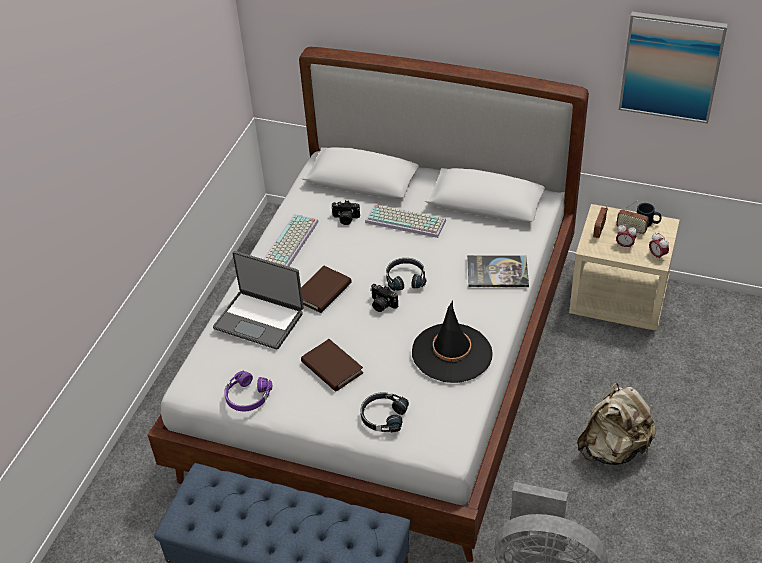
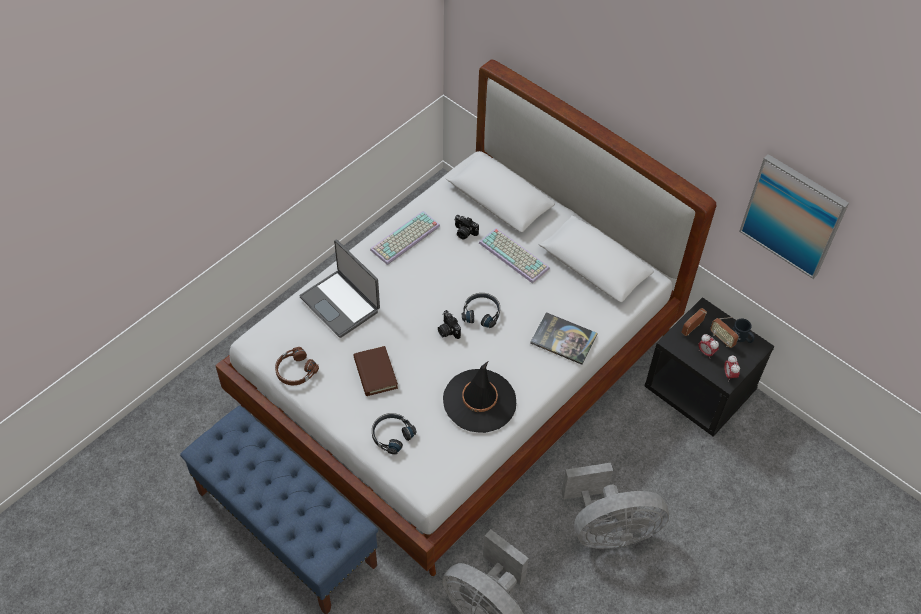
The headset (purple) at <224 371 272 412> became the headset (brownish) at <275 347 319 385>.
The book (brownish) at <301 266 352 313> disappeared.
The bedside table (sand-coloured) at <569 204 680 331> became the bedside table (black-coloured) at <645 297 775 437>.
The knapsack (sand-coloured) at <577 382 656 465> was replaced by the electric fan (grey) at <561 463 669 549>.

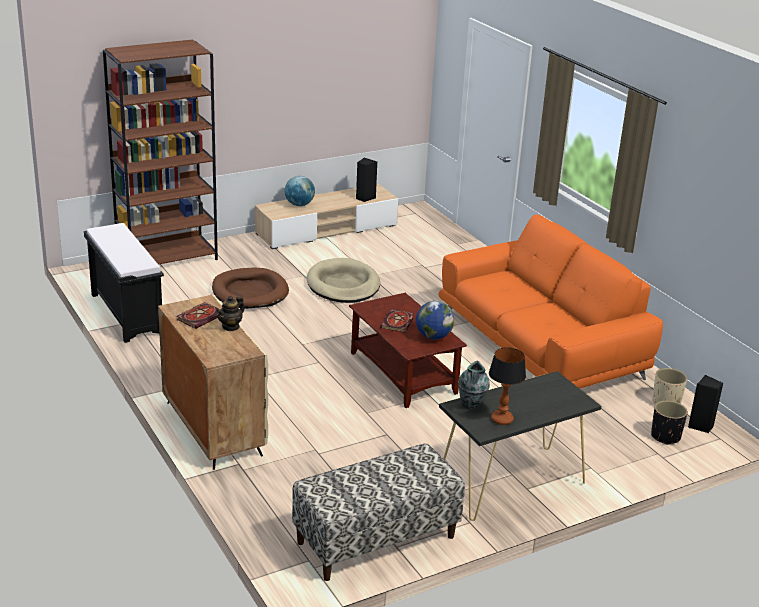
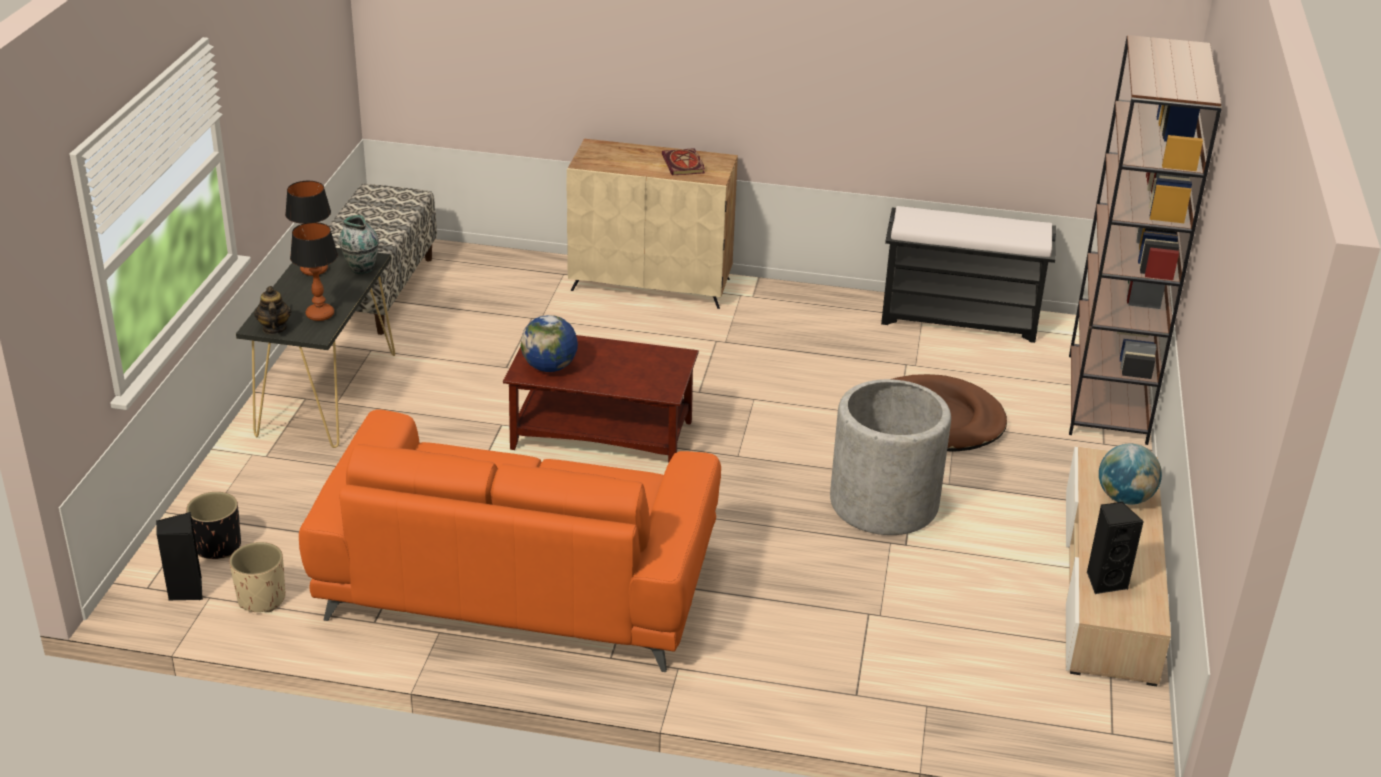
The pot for tea moved from <216 296 244 331> to <254 286 291 334>.
The dog bed (sand-coloured) at <307 258 380 303> was replaced by the plant pot (grey) at <830 379 951 535>.
The book at <380 309 414 333> disappeared.
The table lamp at <290 222 338 321> appeared.

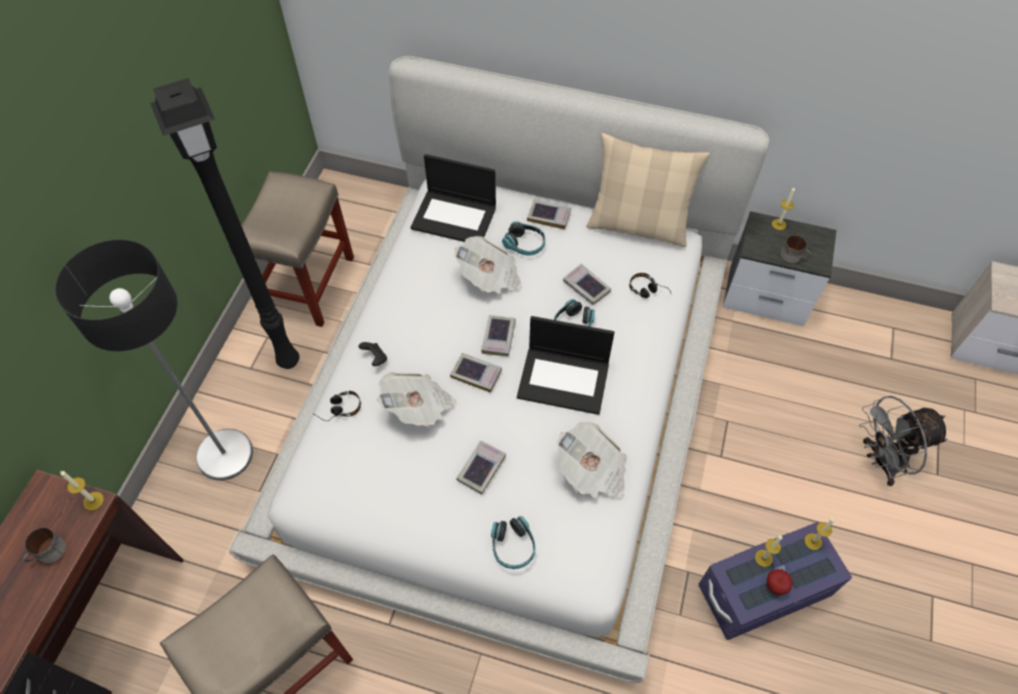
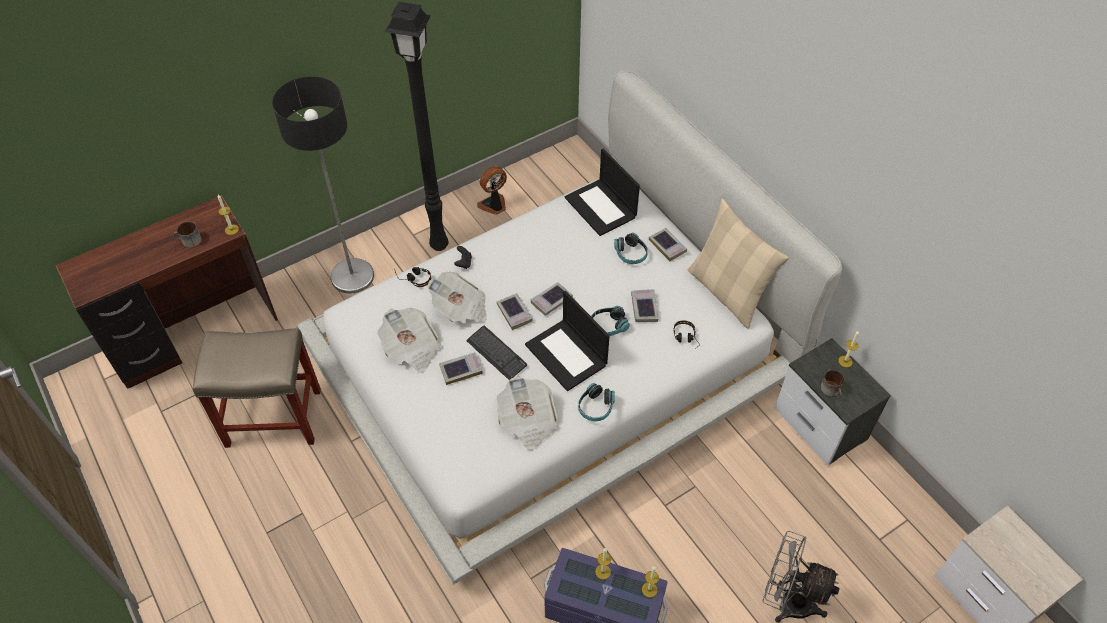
The sitting stool (sand-coloured) at <229 171 354 327> was replaced by the electric fan at <477 166 507 215>.
The daily paper moved from <455 236 522 294> to <377 308 441 373>.
The headset moved from <491 516 535 569> to <578 383 615 421>.
The apple fruit at <767 569 792 595> disappeared.
The keyboard at <466 326 527 380> appeared.

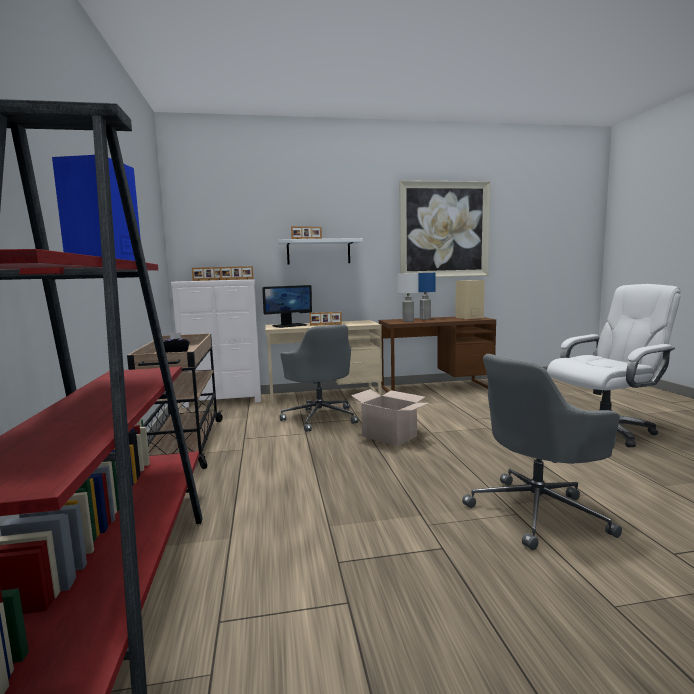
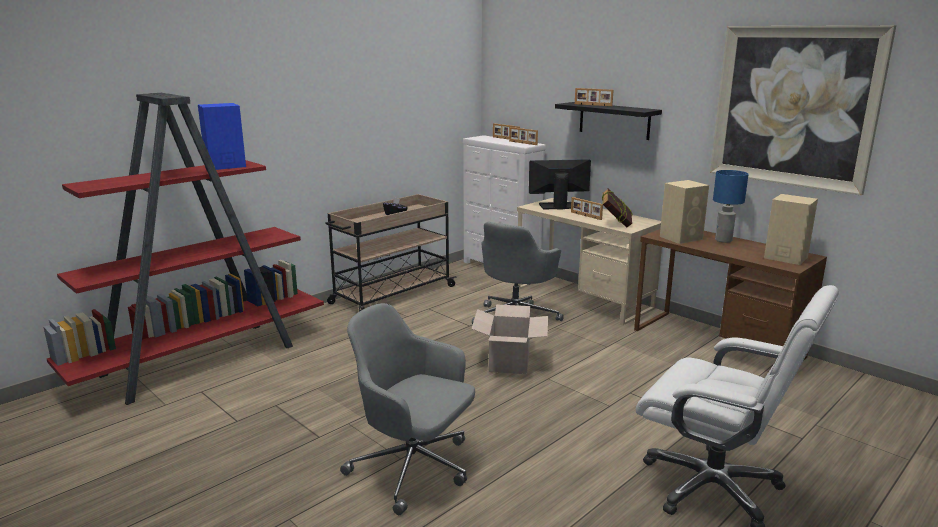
The computer screen at <262 285 312 328> turned 150 degrees clockwise.
The wall shelf (white-coloured) at <278 238 363 265> became the wall shelf (black-coloured) at <555 102 662 140>.
The table lamp (white-coloured) at <398 273 419 322> was replaced by the speaker (sand-coloured) at <660 180 709 244>.
The book at <602 189 632 228> appeared.

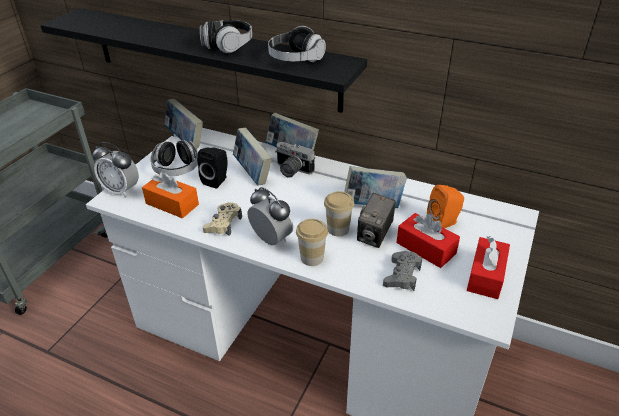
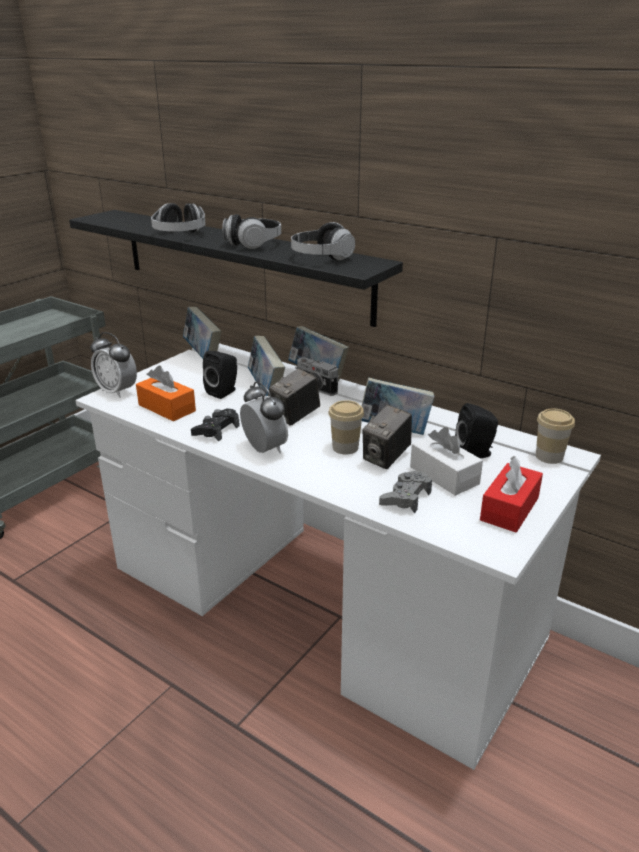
The headset moved from <150 140 198 176> to <151 203 206 233>.
The game controller (sand-coloured) at <203 202 242 236> became the game controller (black-coloured) at <191 408 240 442>.
The cup moved from <296 219 328 266> to <536 409 575 464>.
The tissue box (reddish) at <396 213 460 268> became the tissue box (white-coloured) at <410 427 483 496>.
The speaker (orange-coloured) at <427 185 464 228> became the speaker (black-coloured) at <455 403 498 459>.
The still camera at <269 368 320 426> appeared.

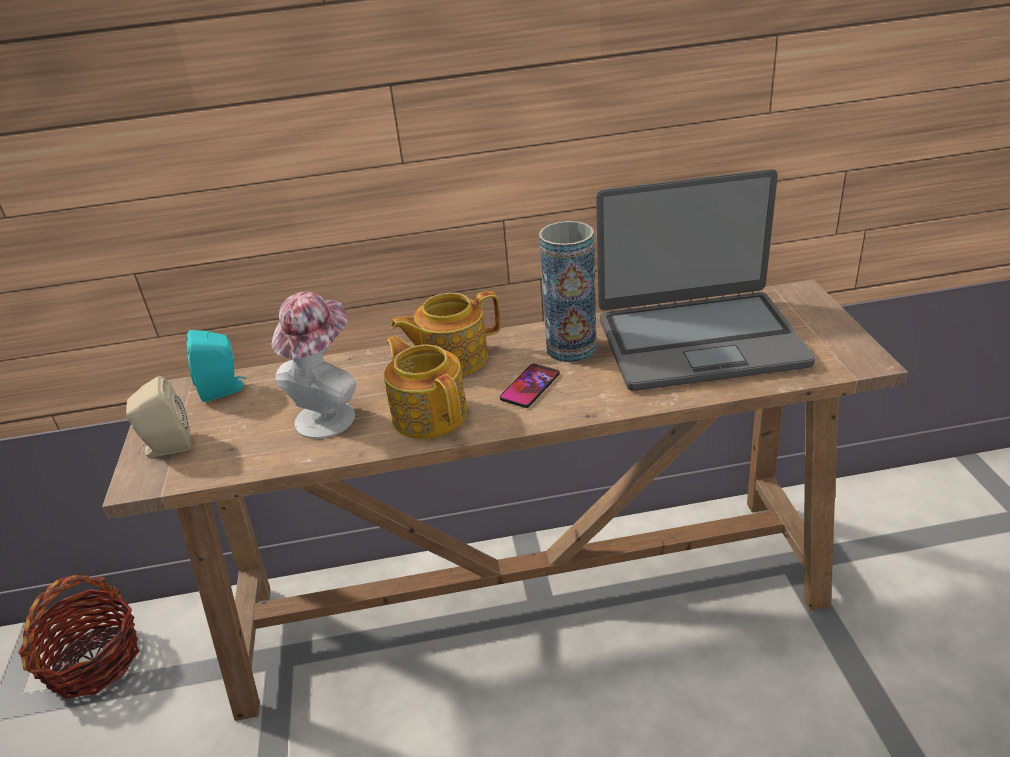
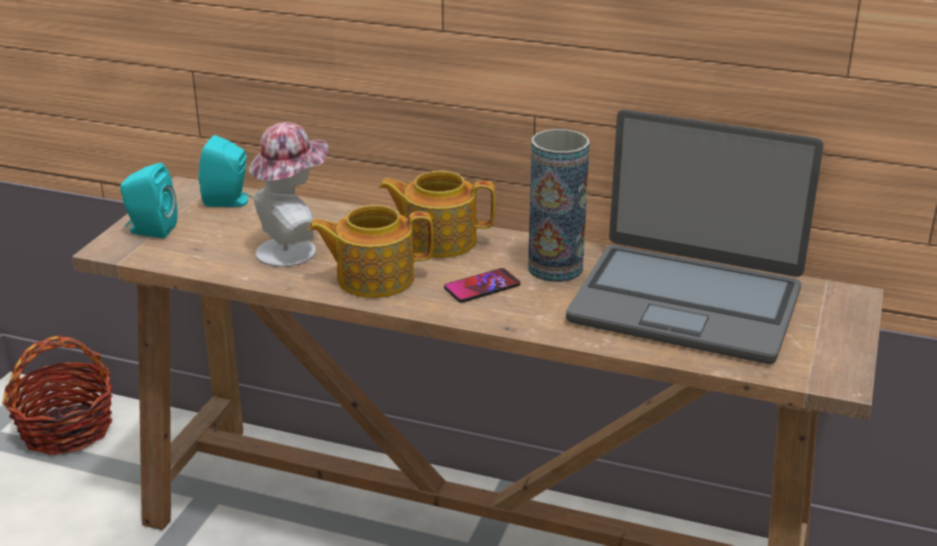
The speaker (sand-coloured) at <126 376 191 457> became the speaker (blue-green) at <120 163 177 238>.
The pot for tea at <384 336 467 439> turned 90 degrees counterclockwise.

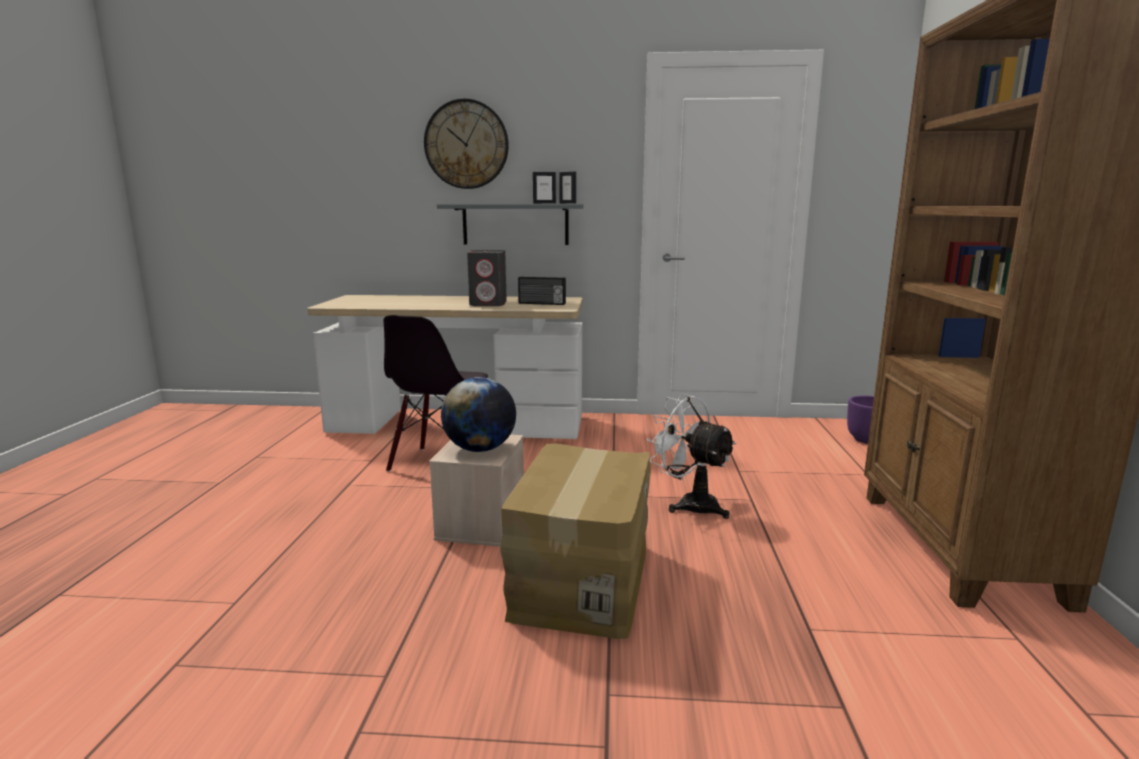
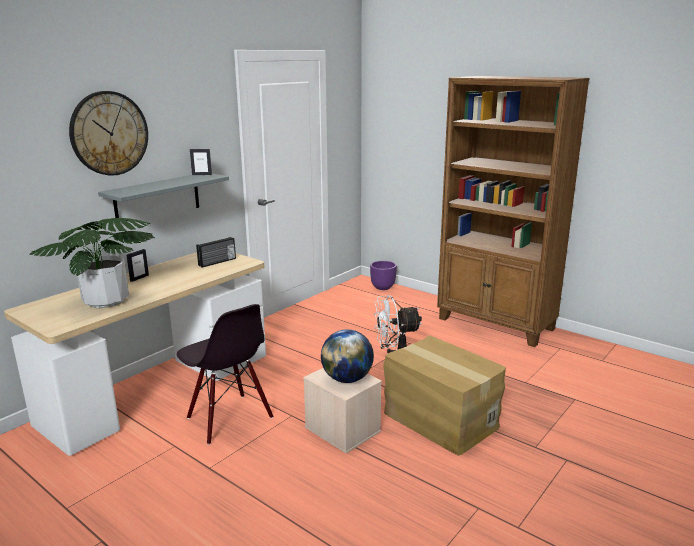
The speaker (grey) at <467 250 507 306> disappeared.
The standing frame moved from <533 172 556 204> to <127 249 149 282>.
The plant in a pot at <29 218 155 308> appeared.

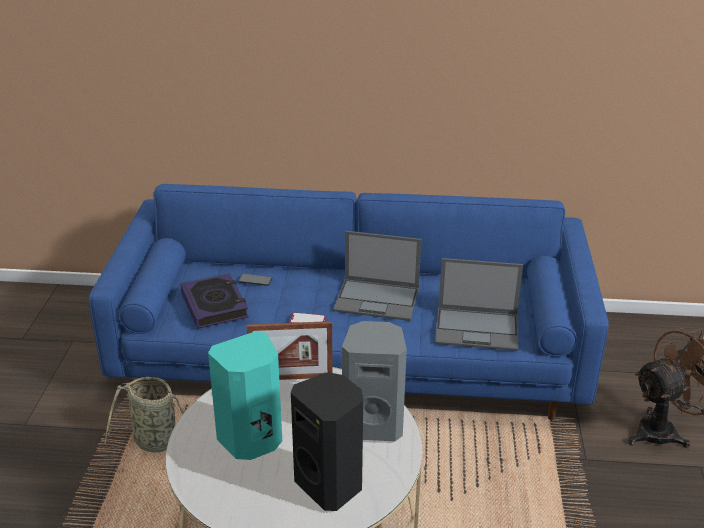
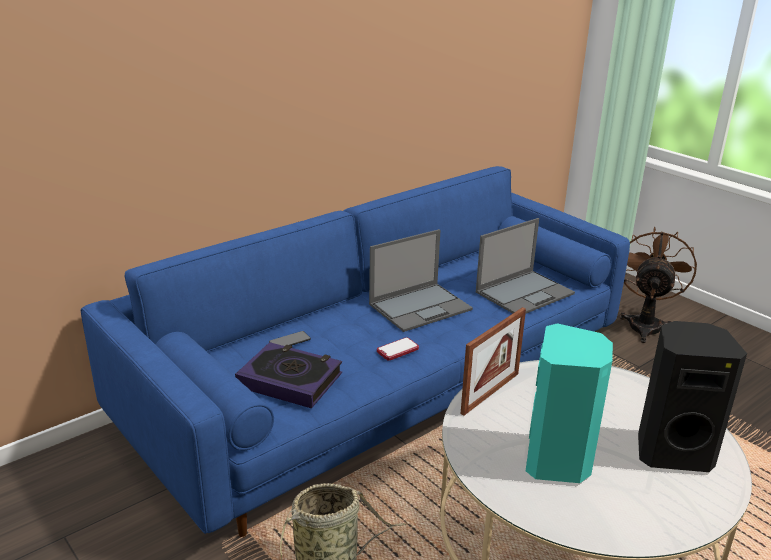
The speaker (grey) at <342 321 407 441> disappeared.

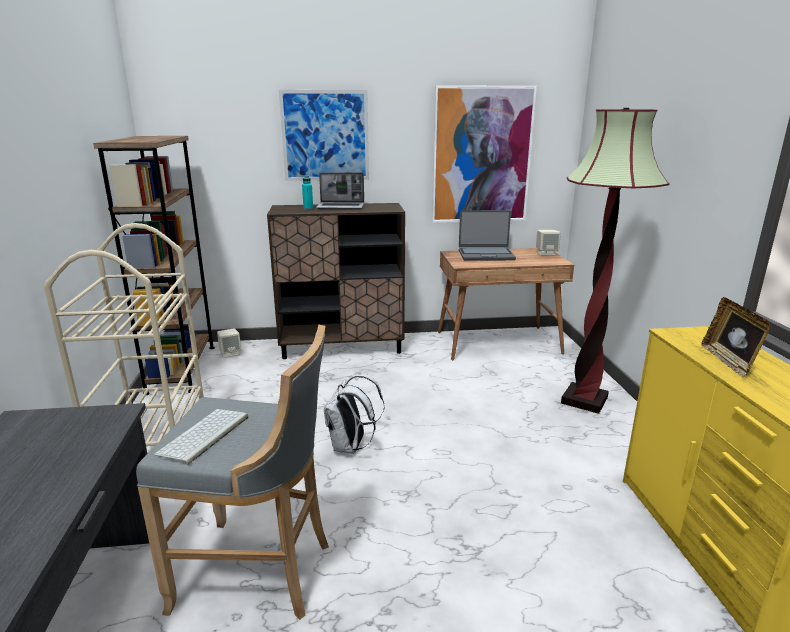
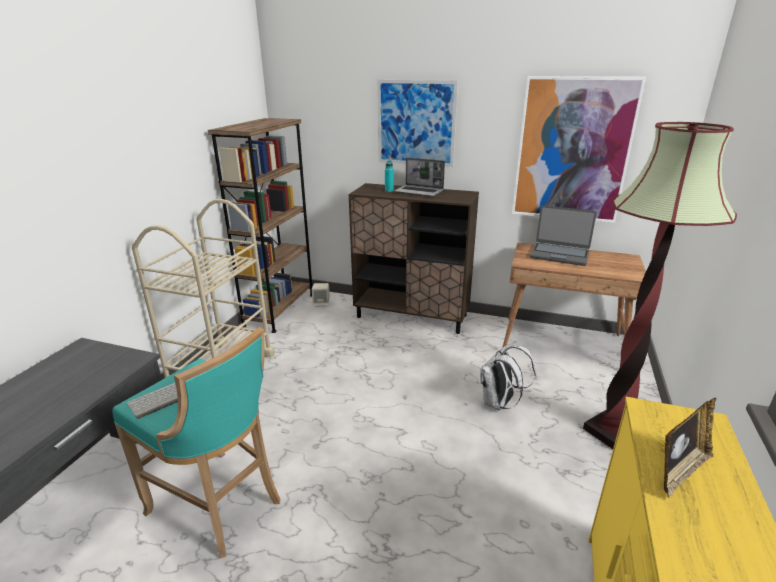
The sitting stool (grey) at <136 324 329 620> became the sitting stool (blue-green) at <112 327 281 558>.
The knapsack (white-coloured) moved from <324 374 384 454> to <480 345 536 410>.
The speaker (sand-coloured) at <536 230 561 256> disappeared.
The standing frame at <701 297 771 378> turned 150 degrees counterclockwise.

